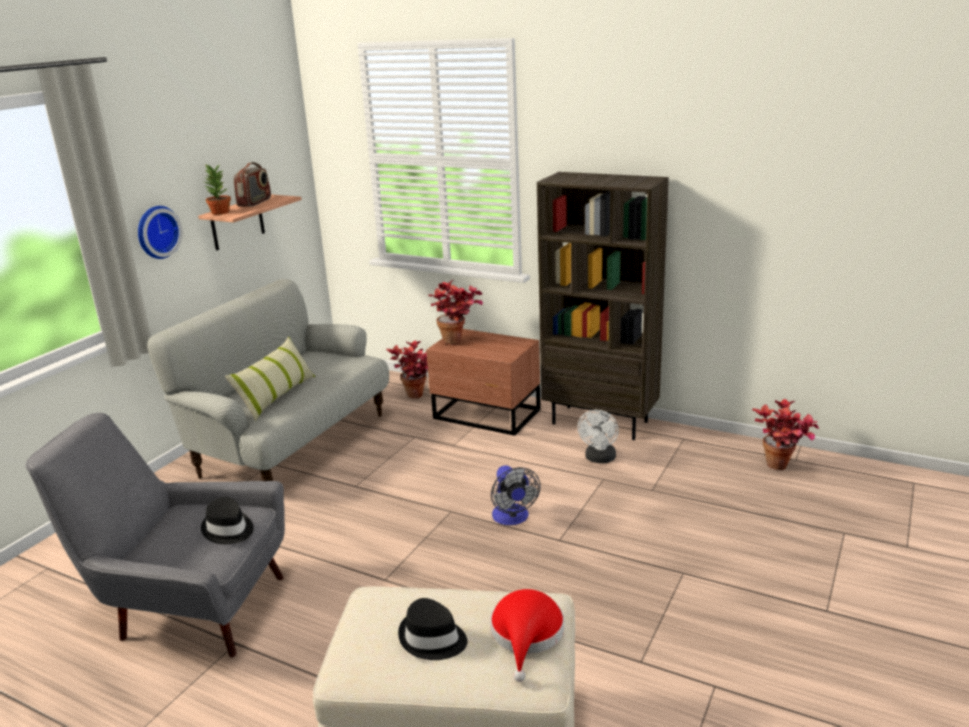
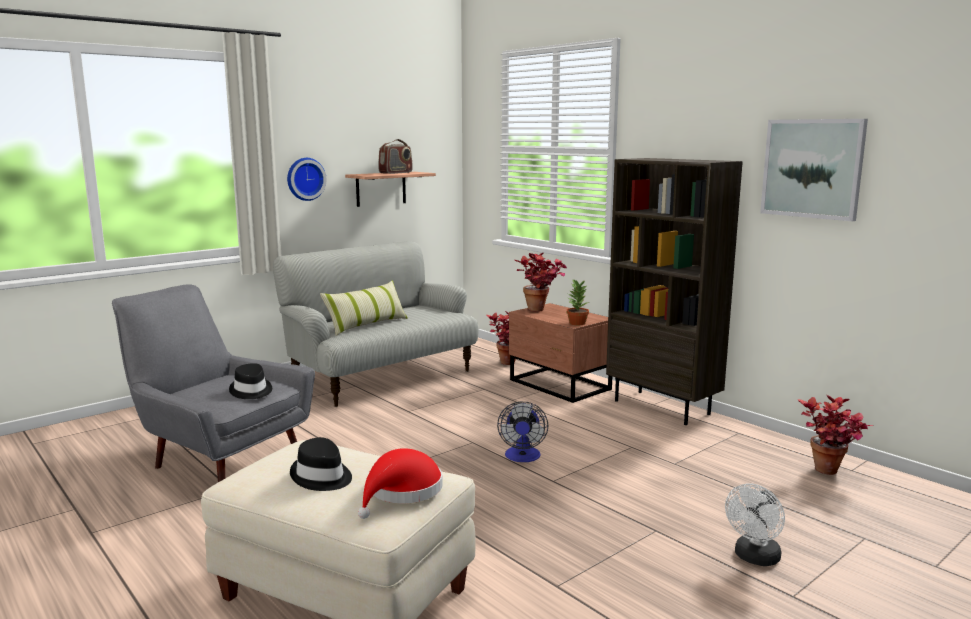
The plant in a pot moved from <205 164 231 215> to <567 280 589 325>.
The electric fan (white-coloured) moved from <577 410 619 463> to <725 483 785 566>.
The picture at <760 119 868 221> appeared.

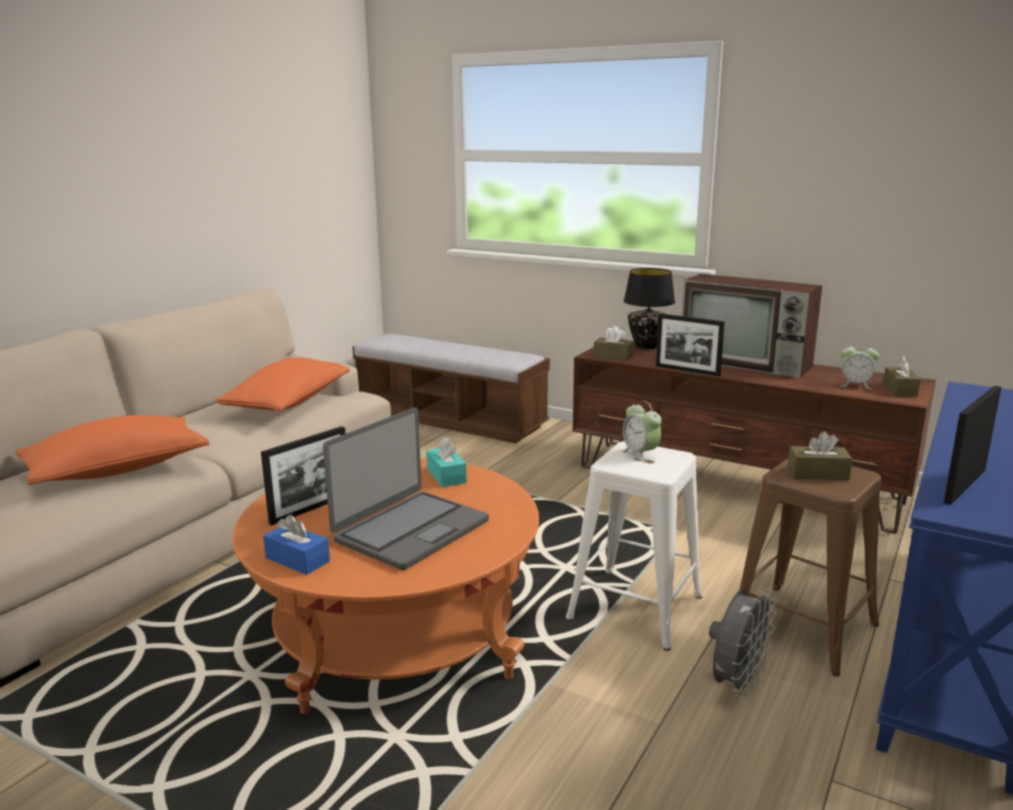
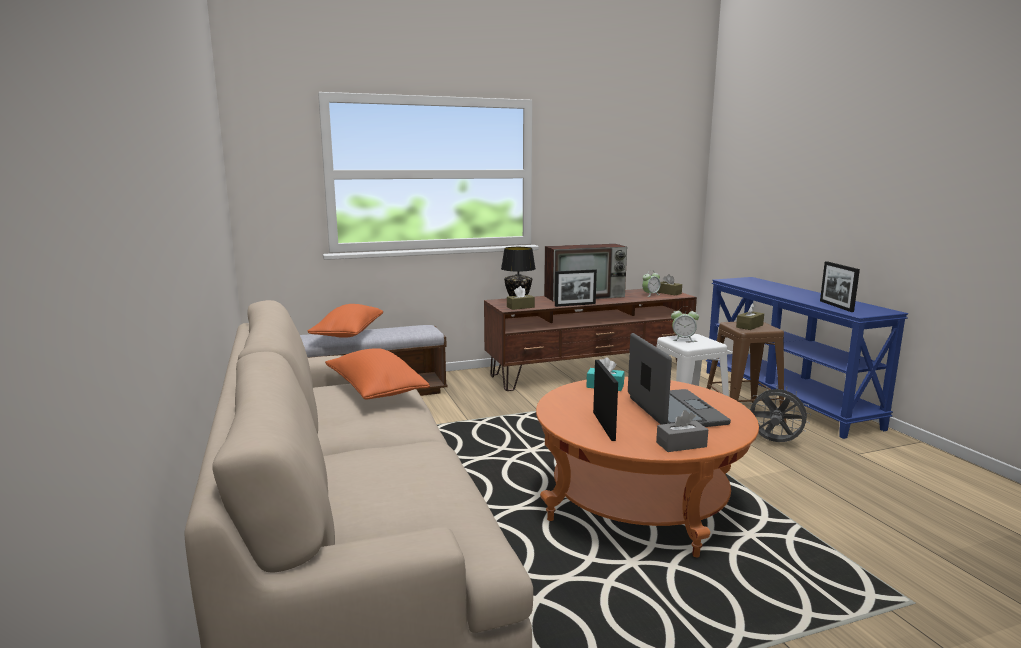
The throw pillow (orange-coloured) moved from <15 415 209 484> to <307 304 383 338>.
The tissue box (blue) at <263 514 330 575> became the tissue box (grey) at <656 410 708 452>.
The electric fan (grey) at <709 589 777 699> turned 45 degrees counterclockwise.

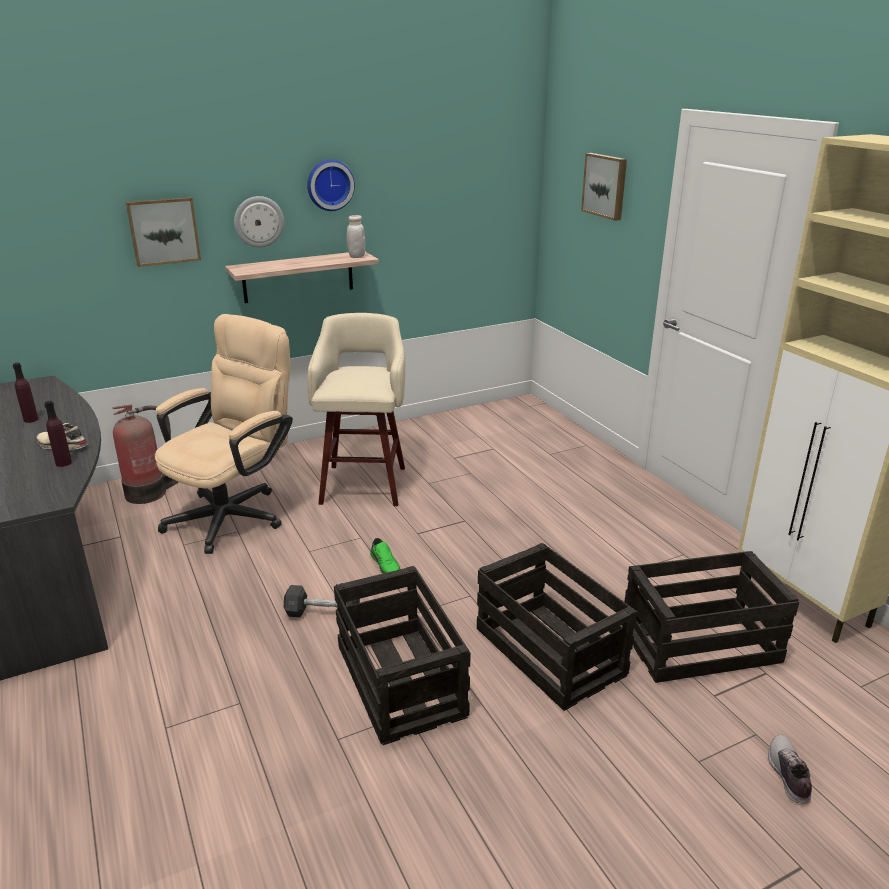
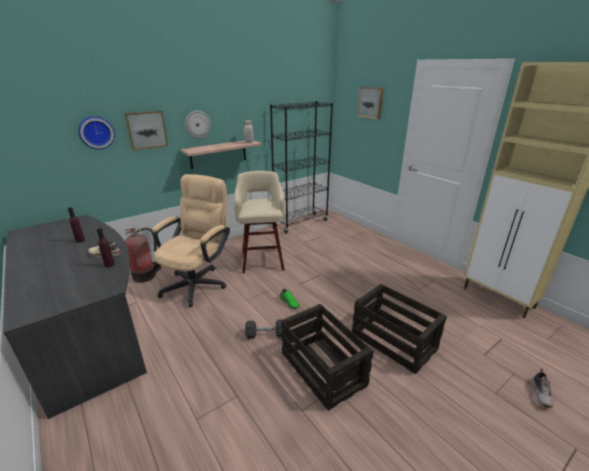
The clock on the wall moved from <307 159 355 211> to <78 116 115 149>.
The crate at <621 551 799 683> disappeared.
The item of footwear at <768 735 812 804> turned 150 degrees counterclockwise.
The bookshelf (black-coloured) at <270 101 333 234> appeared.

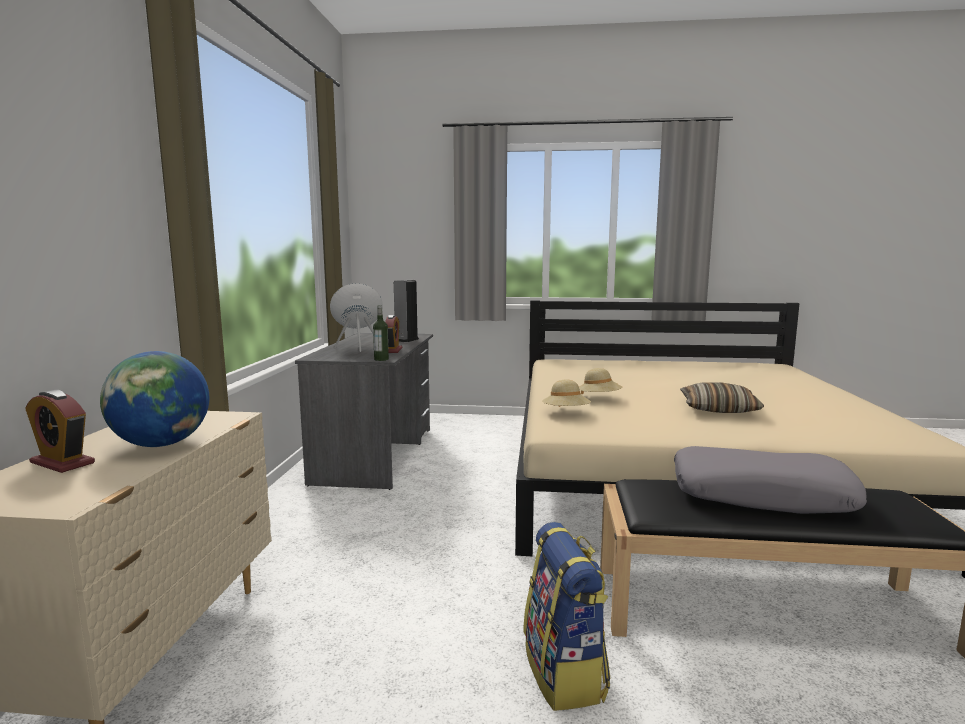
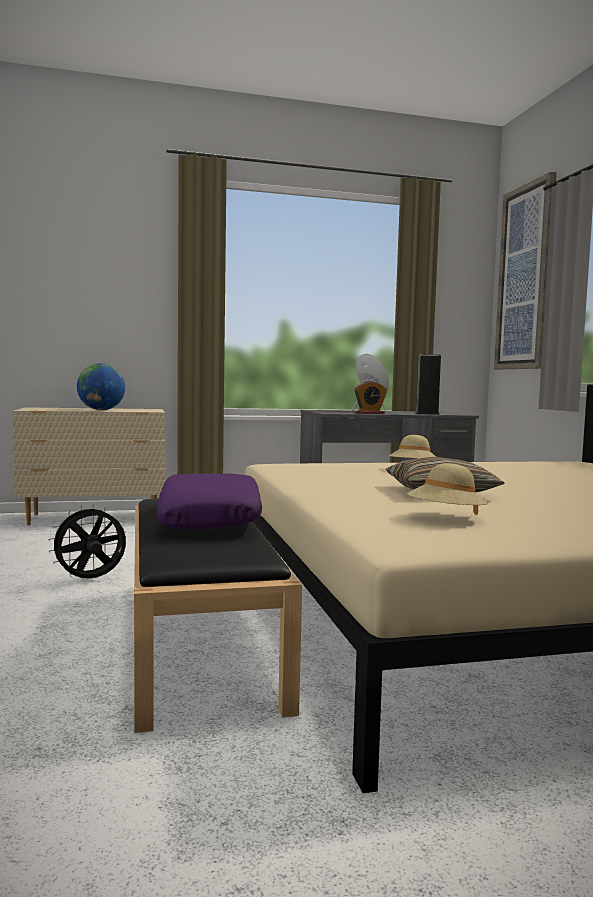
The alarm clock at <25 390 95 473> disappeared.
The drink bottle at <373 305 389 361> disappeared.
The knapsack at <523 522 611 711> was replaced by the electric fan (black-coloured) at <49 504 126 579>.
The clothing hat (sand-coloured) moved from <542 380 591 407> to <406 463 488 515>.
The throw pillow (grey) at <674 446 867 514> became the throw pillow (purple) at <156 473 262 529>.
The picture at <494 172 556 369> appeared.

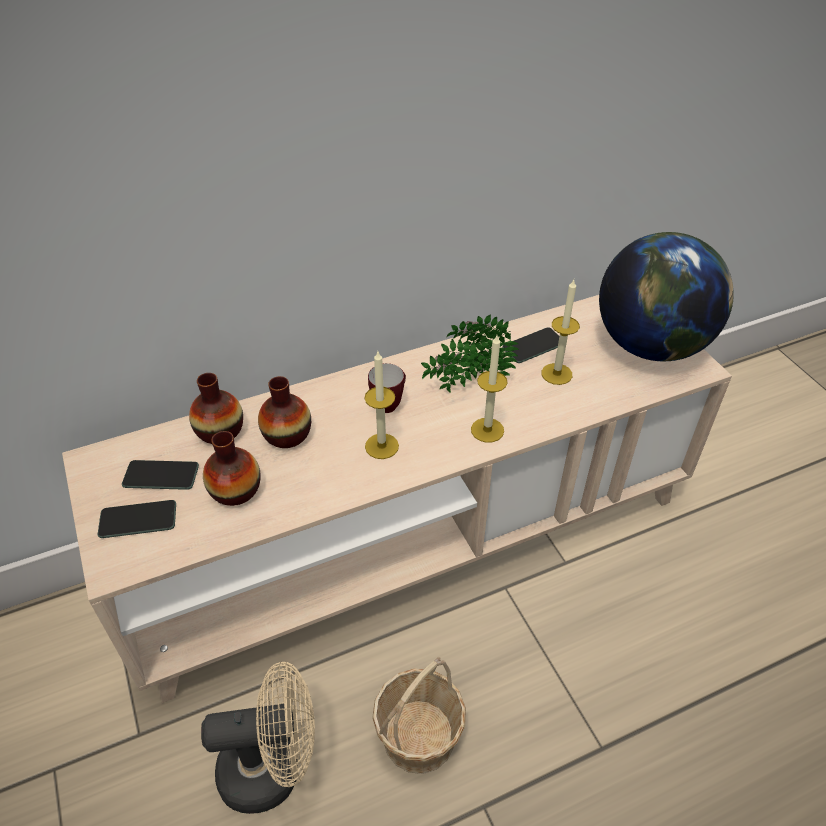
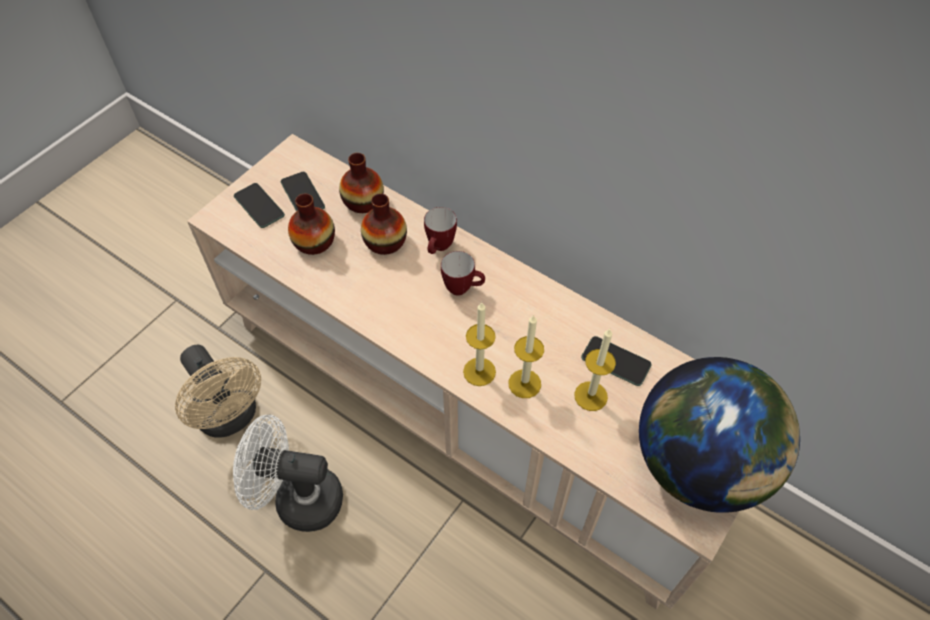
The wax light moved from <364 352 399 459> to <508 315 544 398>.
The household basket at <372 657 466 774> was replaced by the electric fan (white-coloured) at <233 415 343 532>.
The plant in a pot at <421 315 519 393> disappeared.
The tea mug at <424 207 457 254> appeared.

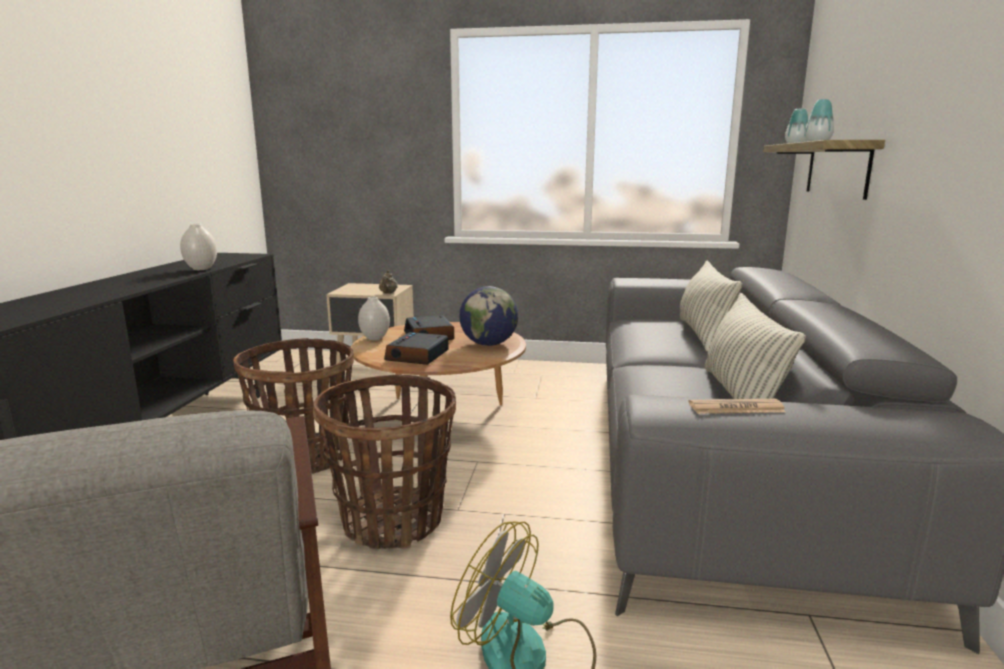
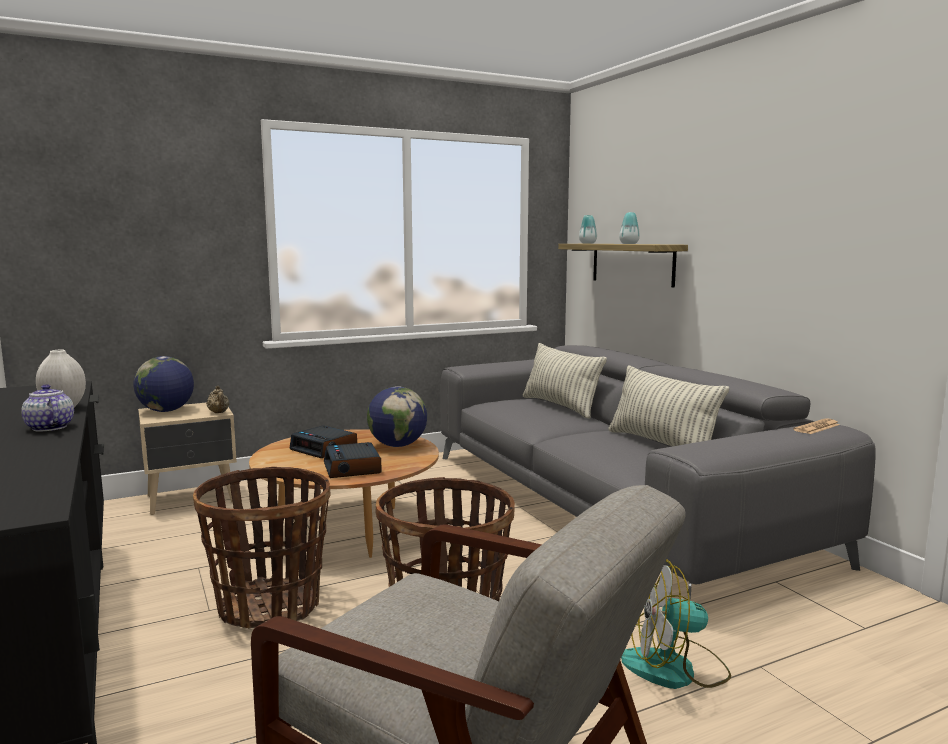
The decorative vase (white-coloured) at <358 297 390 340> disappeared.
The daily paper moved from <689 399 786 414> to <793 418 840 434>.
The pot for tea at <21 384 74 432> appeared.
The desk globe at <133 356 194 412> appeared.

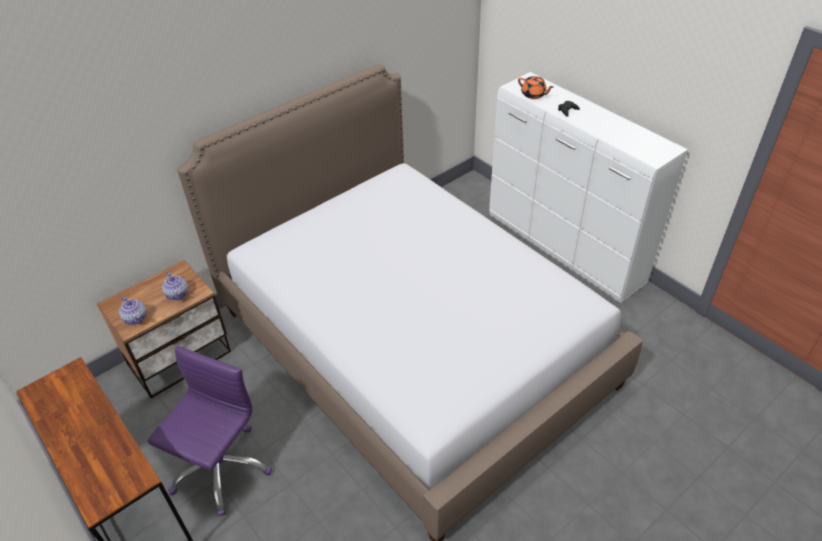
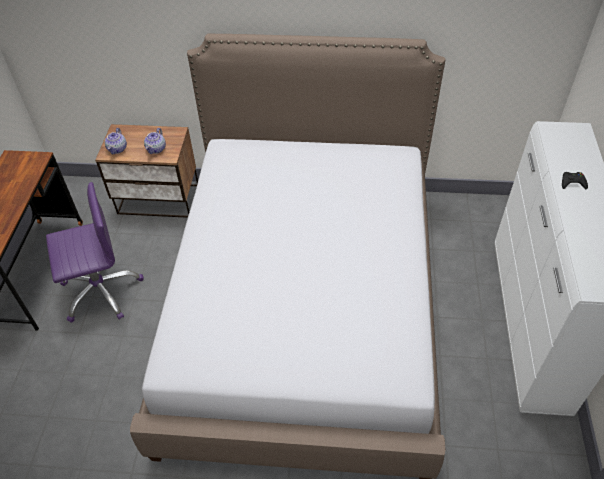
The pot for tea (orange-coloured) at <518 76 554 99> disappeared.

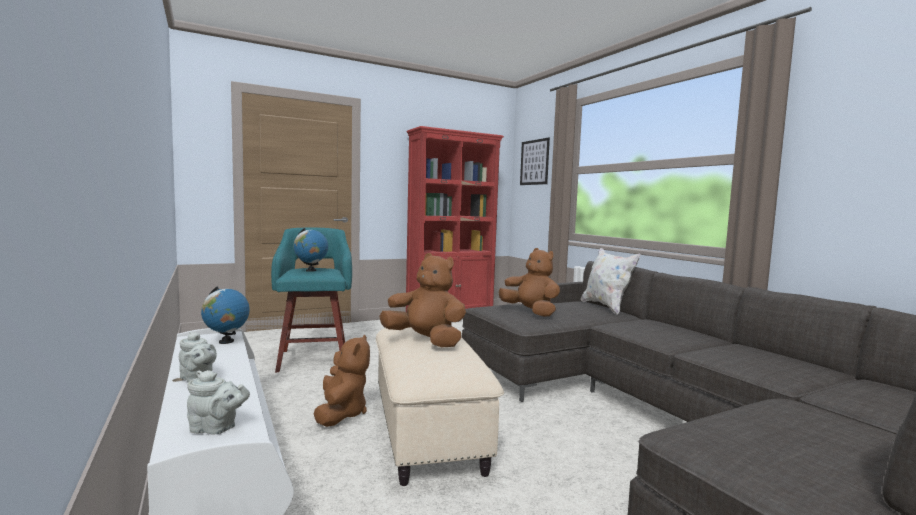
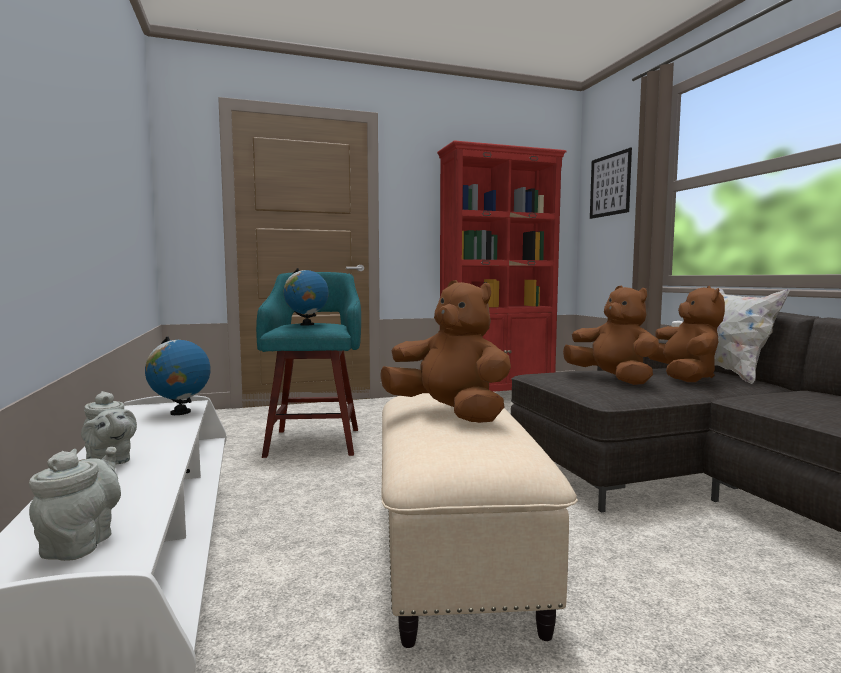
The pot for tea (grey) at <187 370 250 434> turned 105 degrees counterclockwise.
The soft toy (brownish) moved from <314 335 370 427> to <648 286 725 382>.

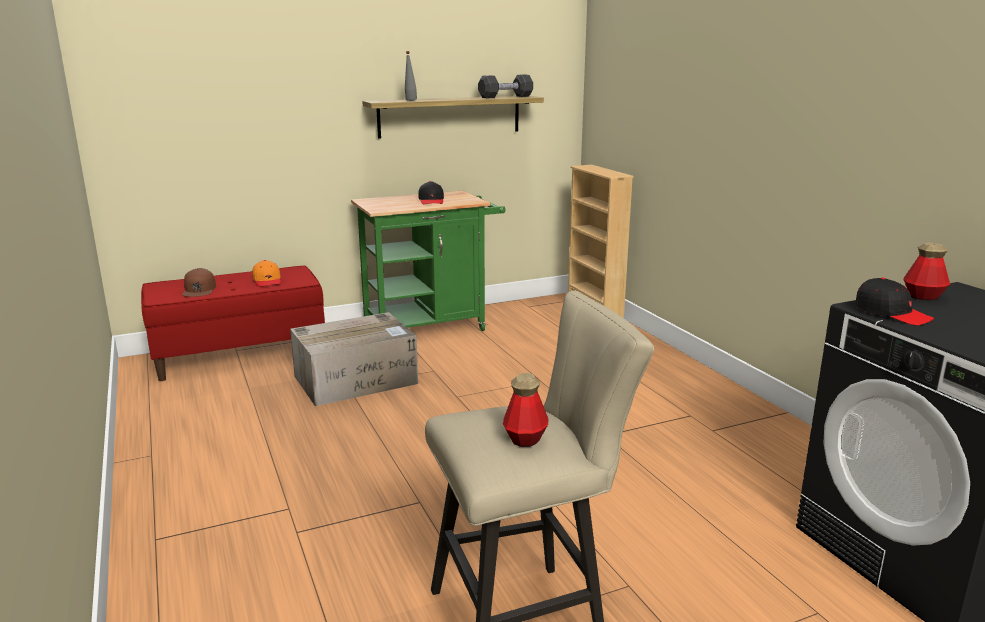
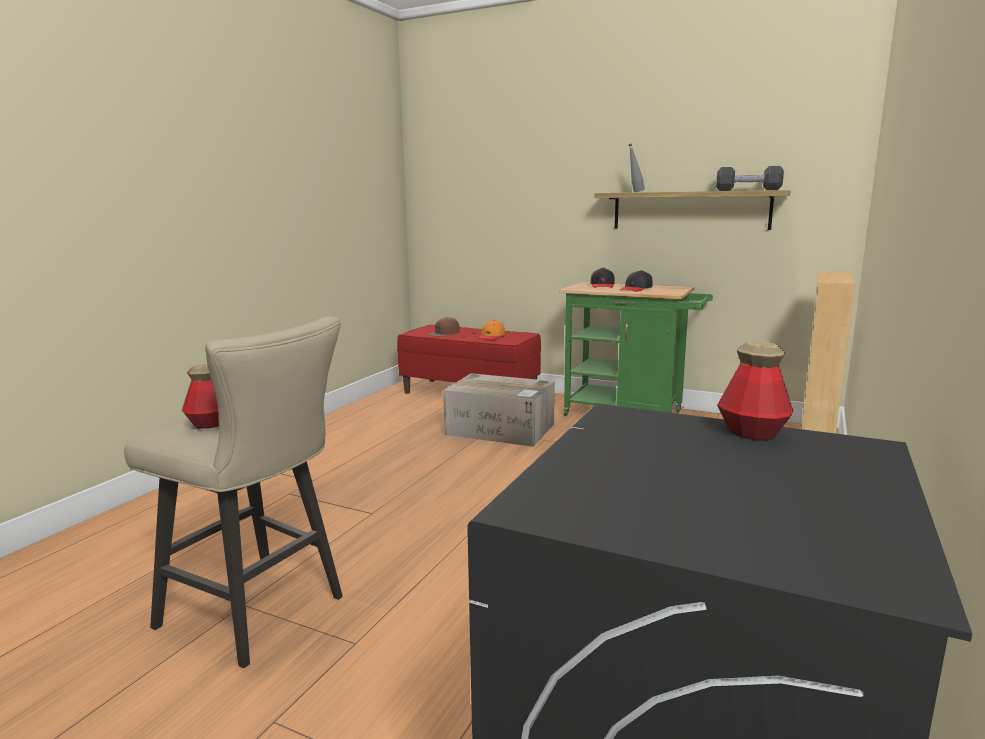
The peaked cap (black-coloured) moved from <855 277 934 326> to <590 268 615 288>.

